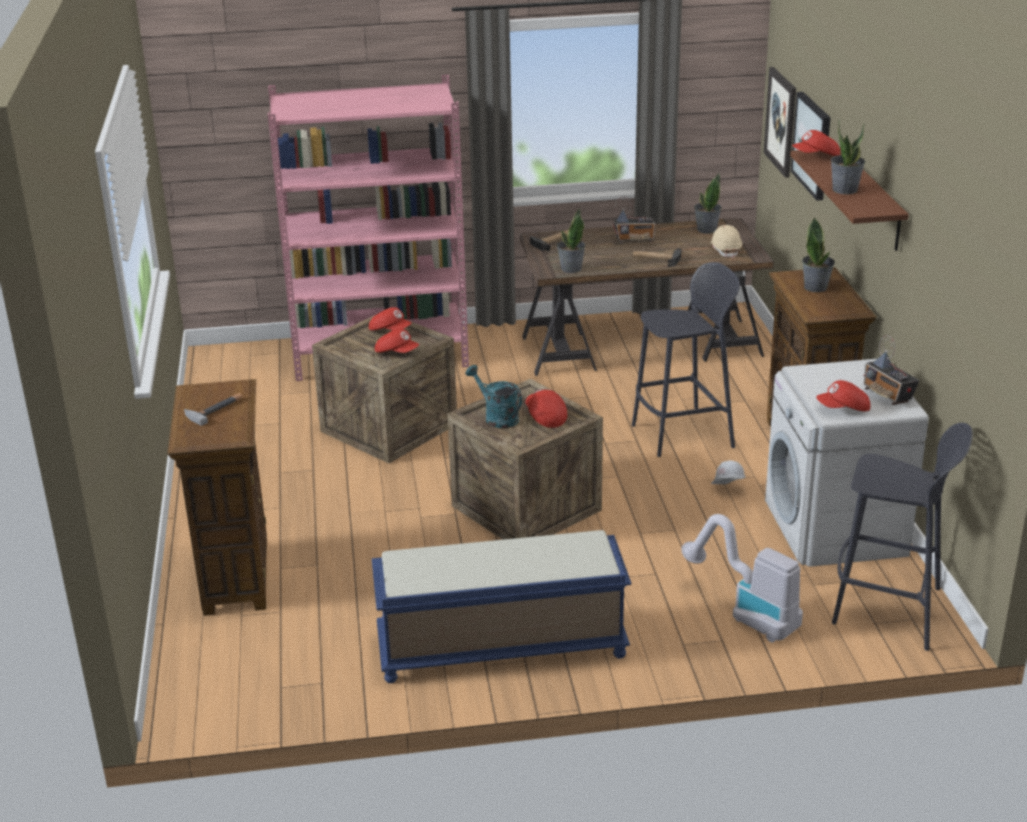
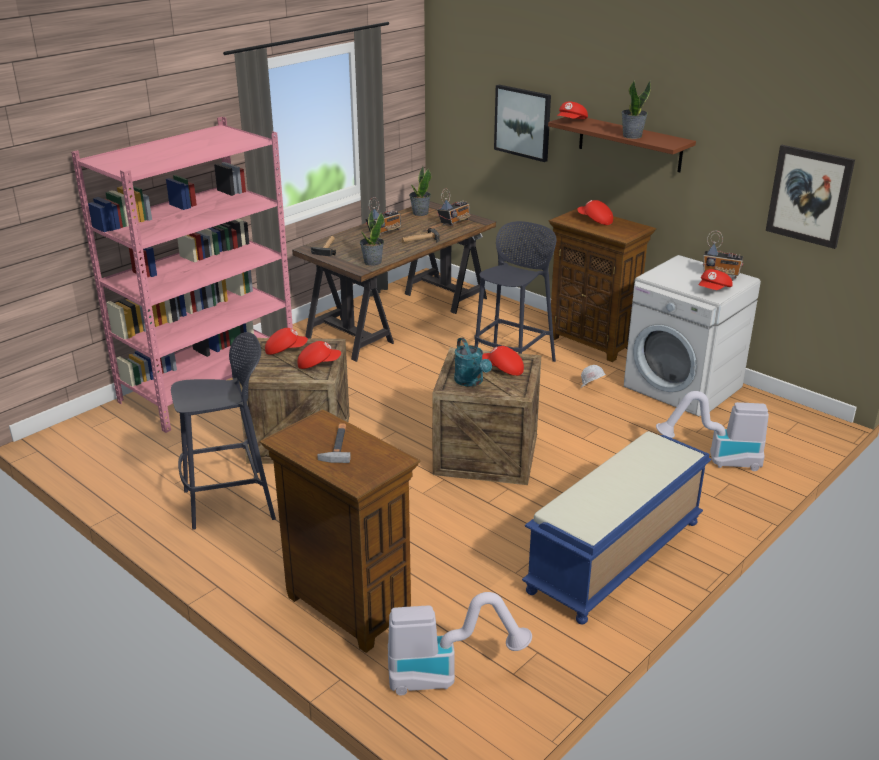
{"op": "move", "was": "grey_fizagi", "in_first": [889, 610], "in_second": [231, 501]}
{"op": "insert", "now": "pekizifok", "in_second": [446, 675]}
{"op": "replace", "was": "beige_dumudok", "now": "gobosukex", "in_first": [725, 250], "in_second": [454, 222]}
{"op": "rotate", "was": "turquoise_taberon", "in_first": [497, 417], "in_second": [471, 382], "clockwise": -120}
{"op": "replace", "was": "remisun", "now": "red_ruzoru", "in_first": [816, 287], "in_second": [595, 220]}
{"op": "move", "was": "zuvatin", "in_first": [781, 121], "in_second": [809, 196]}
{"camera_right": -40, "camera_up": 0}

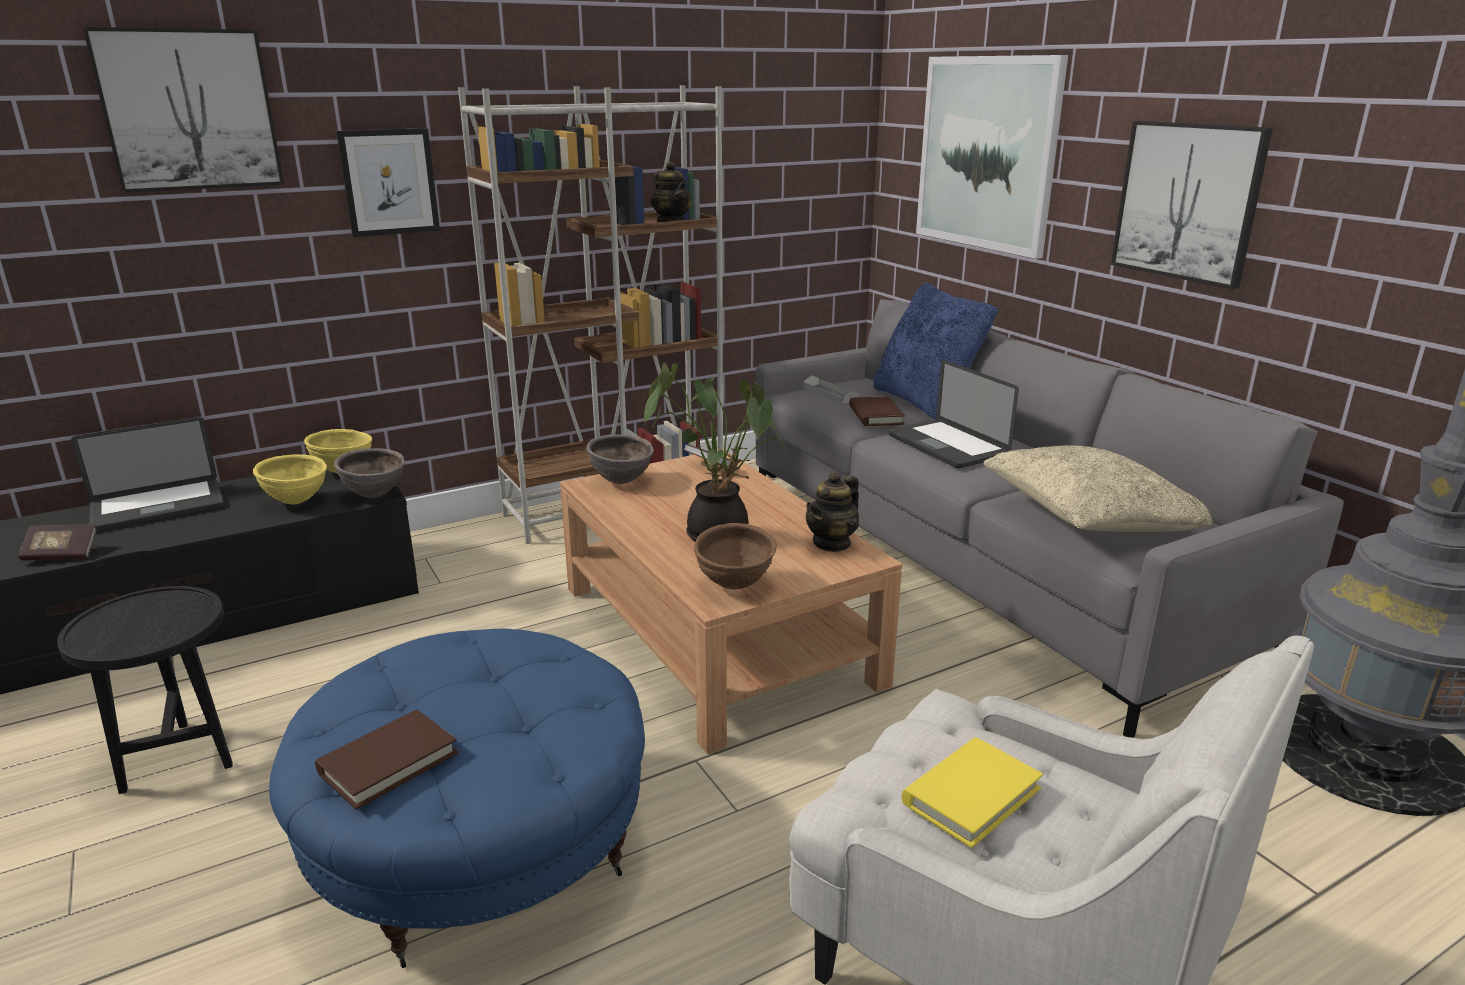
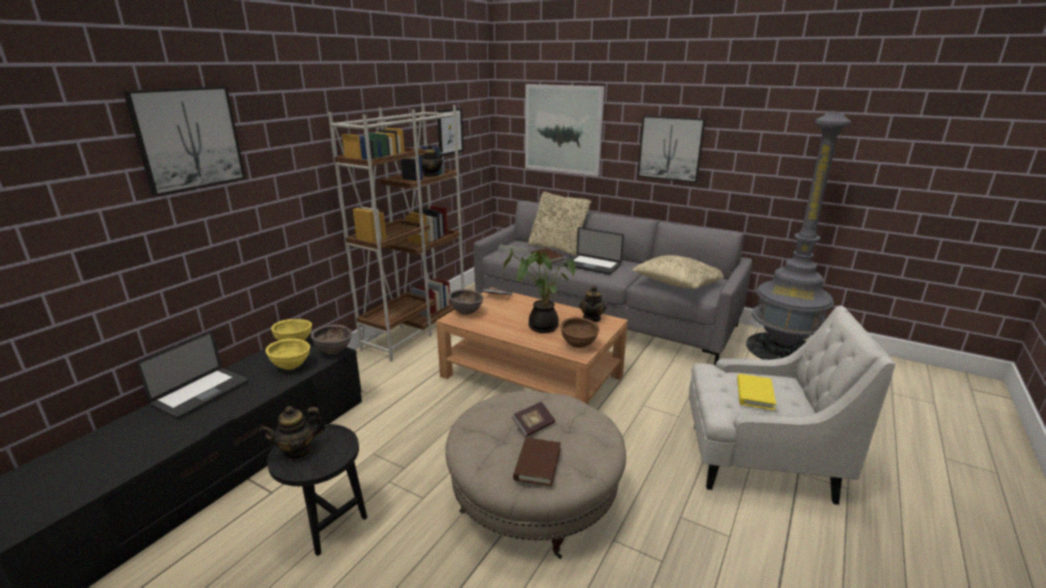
{"op": "insert", "now": "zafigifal", "in_second": [298, 451]}
{"op": "move", "was": "zuvatin", "in_first": [389, 182], "in_second": [450, 131]}
{"op": "recolor", "was": "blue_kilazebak", "now": "beige_kilazebak", "in_first": [480, 846], "in_second": [534, 499]}
{"op": "move", "was": "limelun", "in_first": [62, 554], "in_second": [533, 426]}
{"op": "recolor", "was": "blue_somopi", "now": "beige_somopi", "in_first": [925, 401], "in_second": [557, 247]}
{"camera_right": -30, "camera_up": 0}

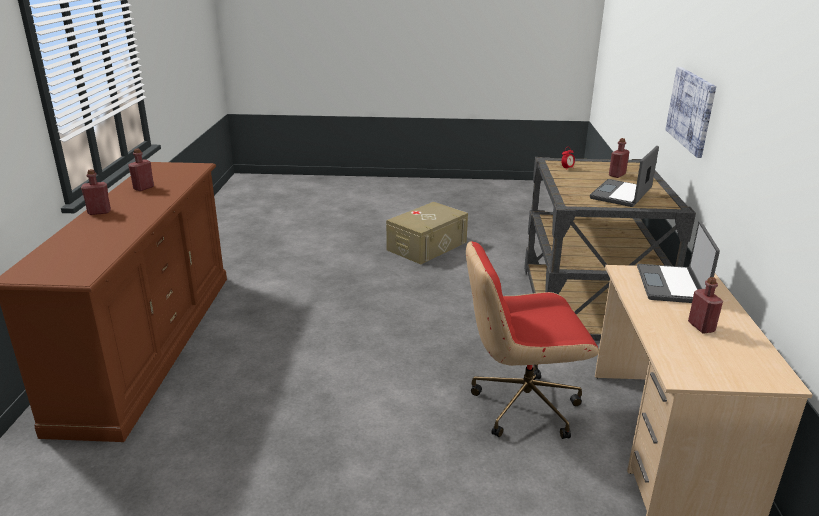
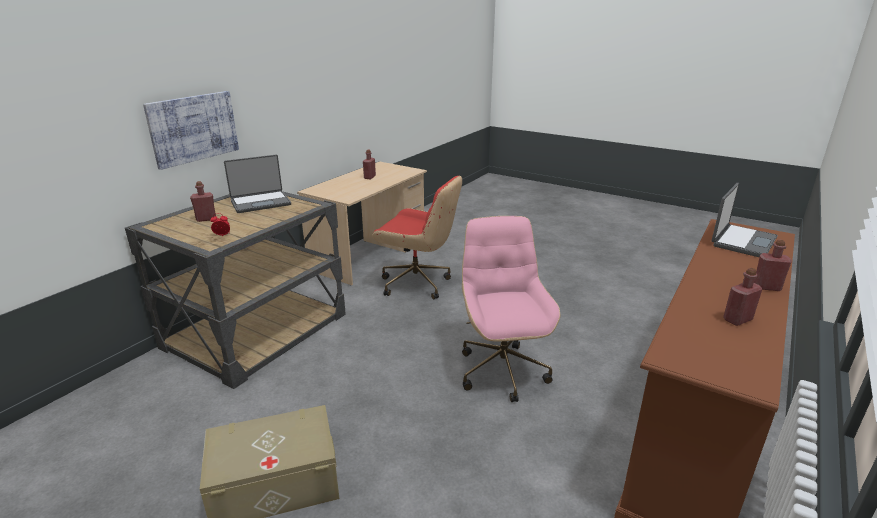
{"op": "insert", "now": "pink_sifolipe", "in_second": [501, 369]}
{"op": "move", "was": "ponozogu", "in_first": [672, 285], "in_second": [742, 241]}
{"camera_right": -150, "camera_up": 0}

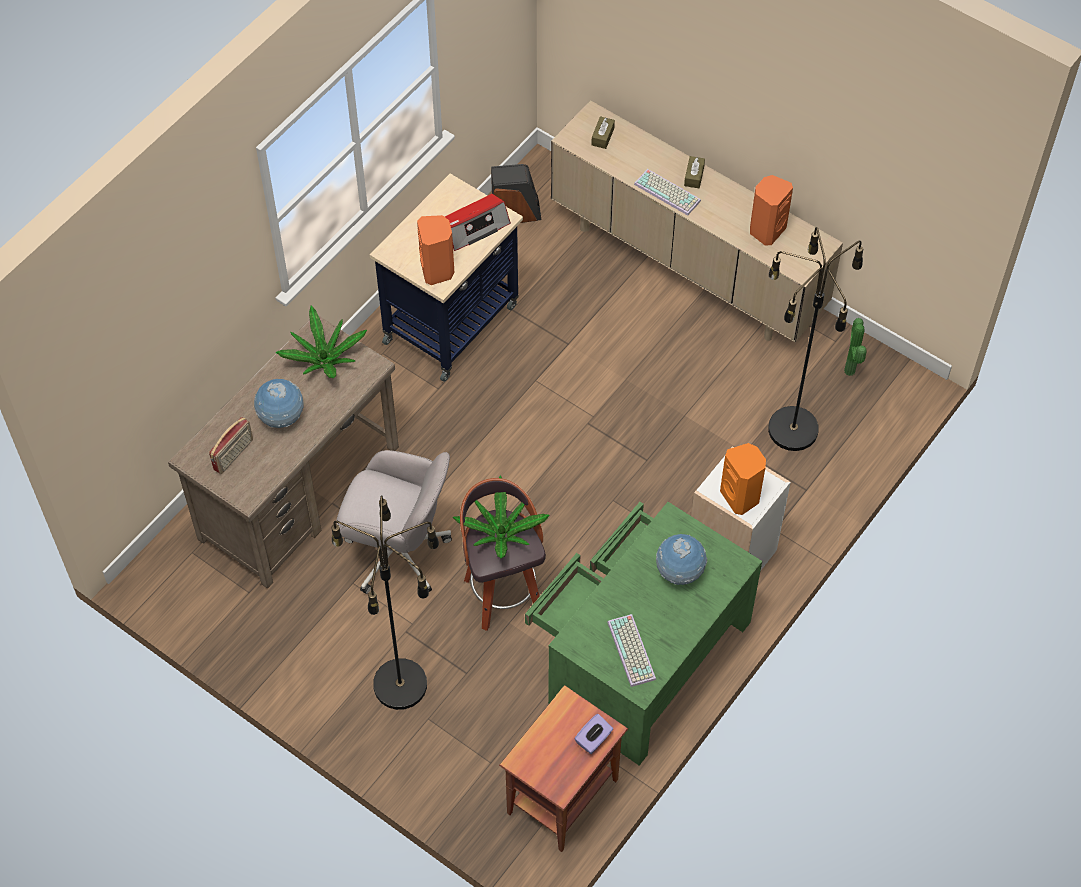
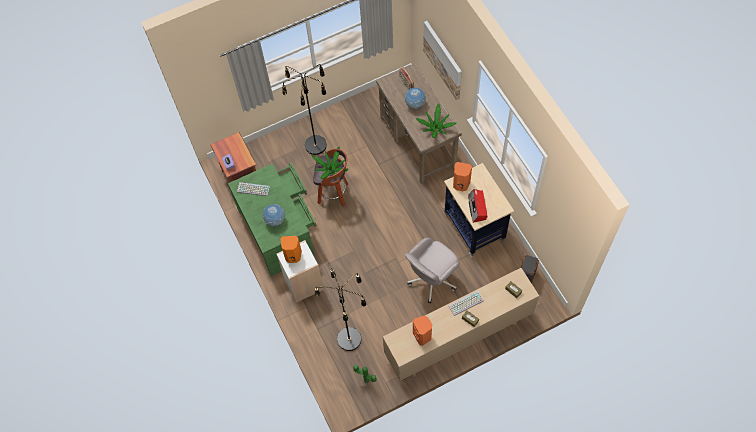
{"op": "move", "was": "grey_sifolipe", "in_first": [399, 554], "in_second": [431, 280]}
{"op": "insert", "now": "zuvatin", "in_second": [443, 59]}
{"camera_right": 120, "camera_up": 5}

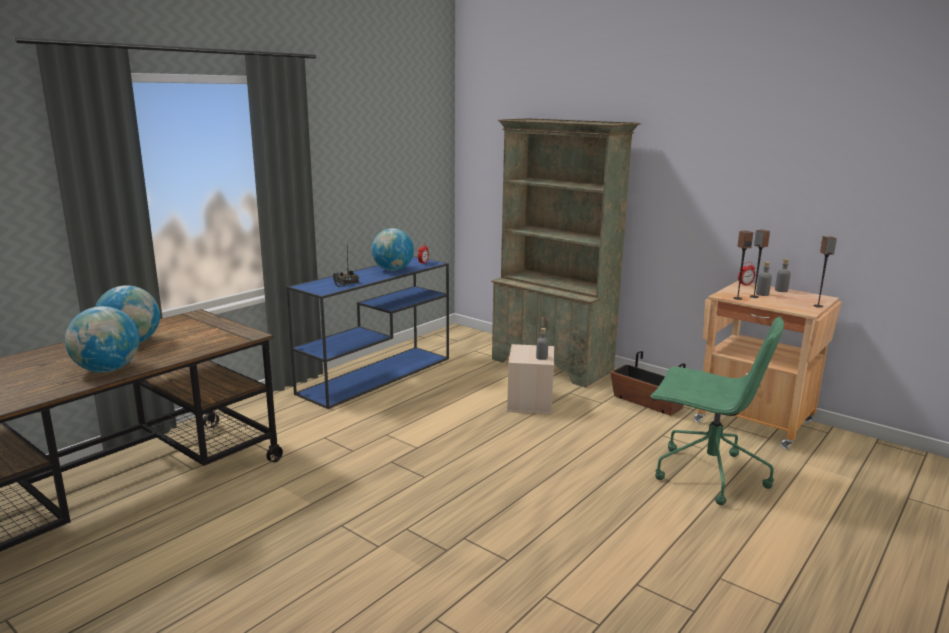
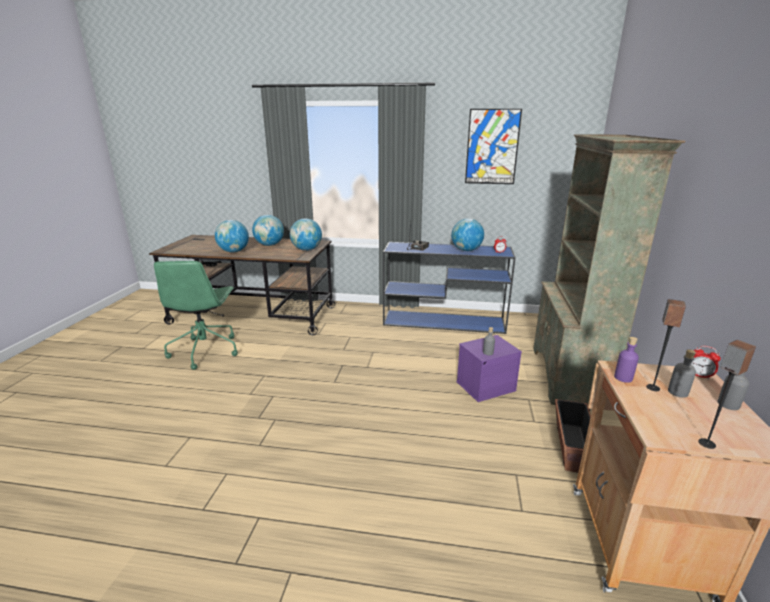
{"op": "move", "was": "green_sifolipe", "in_first": [704, 473], "in_second": [206, 350]}
{"op": "insert", "now": "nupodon", "in_second": [307, 250]}
{"op": "recolor", "was": "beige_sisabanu", "now": "purple_sisabanu", "in_first": [529, 401], "in_second": [486, 386]}
{"op": "insert", "now": "zuvatin", "in_second": [492, 147]}
{"op": "replace", "was": "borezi", "now": "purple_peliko", "in_first": [737, 298], "in_second": [623, 378]}
{"camera_right": 60, "camera_up": 5}

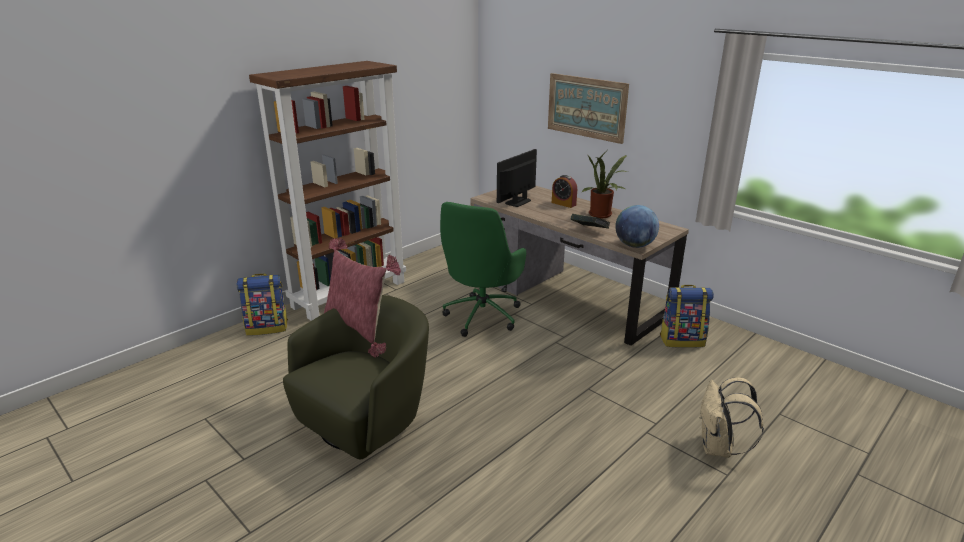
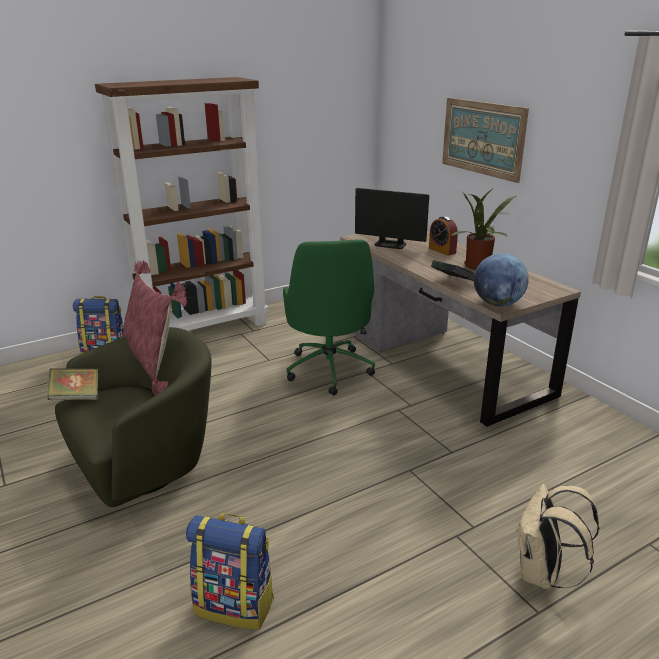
{"op": "insert", "now": "limelun", "in_second": [76, 397]}
{"op": "move", "was": "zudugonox", "in_first": [682, 340], "in_second": [235, 604]}
{"op": "rotate", "was": "green_sifolipe", "in_first": [482, 316], "in_second": [329, 370], "clockwise": -45}
{"op": "rotate", "was": "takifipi", "in_first": [518, 202], "in_second": [390, 244], "clockwise": -120}
{"camera_right": 15, "camera_up": 0}

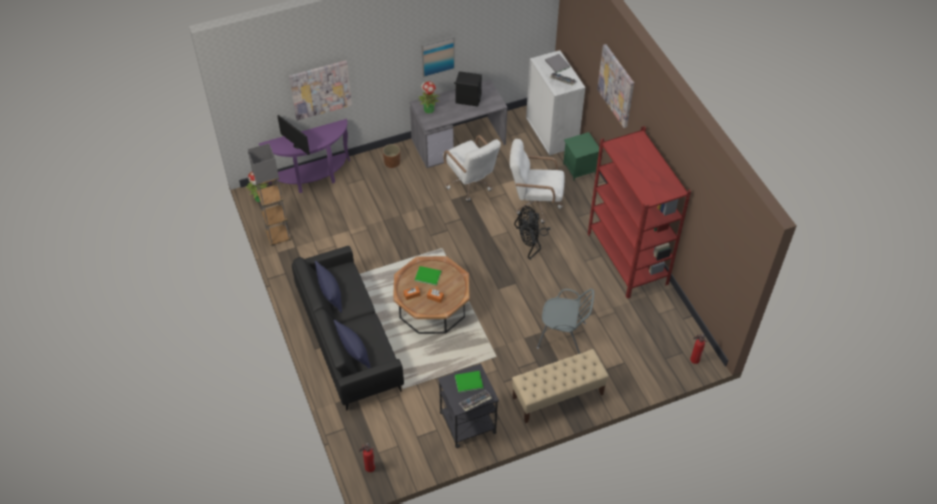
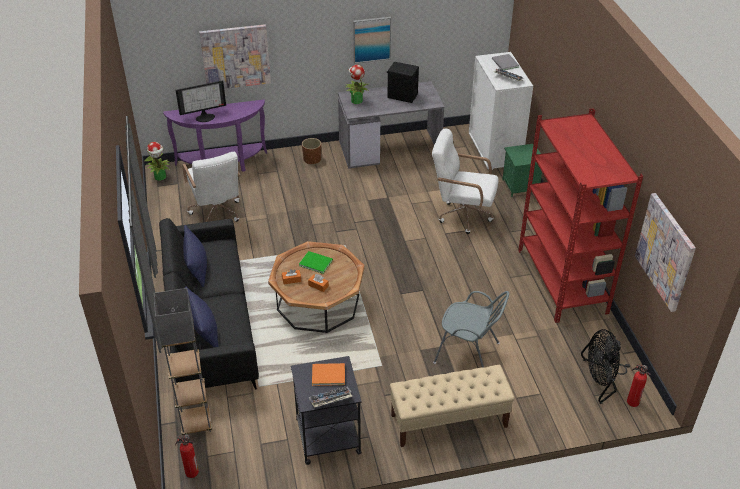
{"op": "move", "was": "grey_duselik", "in_first": [278, 237], "in_second": [196, 423]}
{"op": "rotate", "was": "takifipi", "in_first": [298, 144], "in_second": [205, 116], "clockwise": 105}
{"op": "move", "was": "white_sifolipe", "in_first": [470, 186], "in_second": [217, 214]}
{"op": "recolor", "was": "green_limelun", "now": "orange_limelun", "in_first": [468, 381], "in_second": [327, 374]}
{"op": "move", "was": "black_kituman", "in_first": [531, 240], "in_second": [602, 378]}
{"op": "move", "was": "zuvatin", "in_first": [616, 85], "in_second": [665, 251]}
{"camera_right": 10, "camera_up": -10}

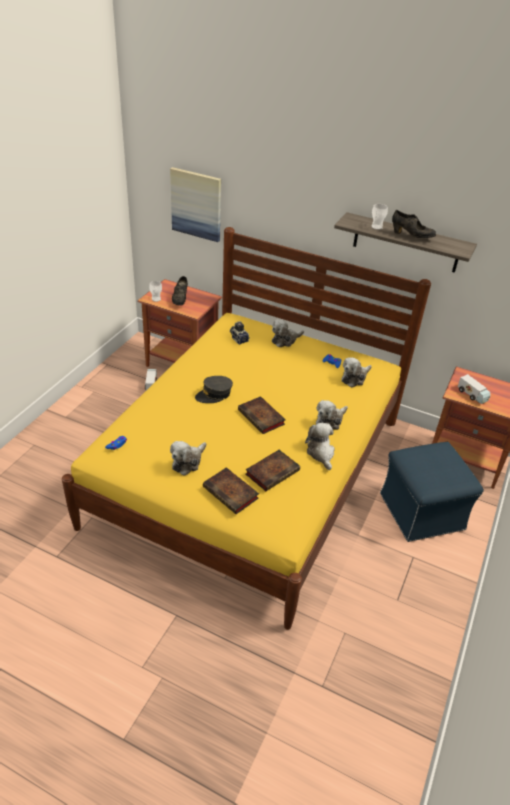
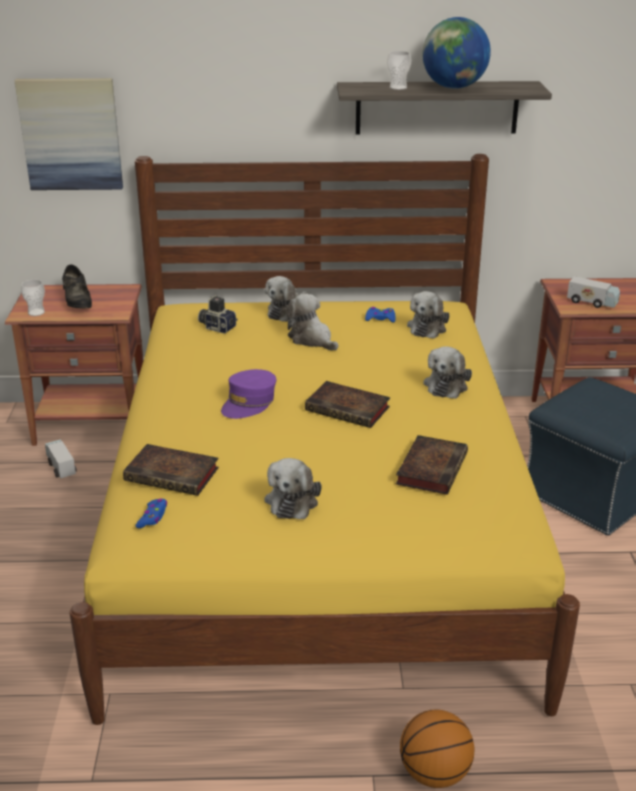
{"op": "move", "was": "limelun", "in_first": [232, 493], "in_second": [174, 475]}
{"op": "recolor", "was": "grey_ruzoru", "now": "purple_ruzoru", "in_first": [214, 394], "in_second": [249, 403]}
{"op": "move", "was": "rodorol", "in_first": [321, 453], "in_second": [312, 339]}
{"op": "insert", "now": "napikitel", "in_second": [435, 773]}
{"op": "replace", "was": "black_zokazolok", "now": "nupodon", "in_first": [411, 236], "in_second": [454, 88]}
{"camera_right": -25, "camera_up": -10}

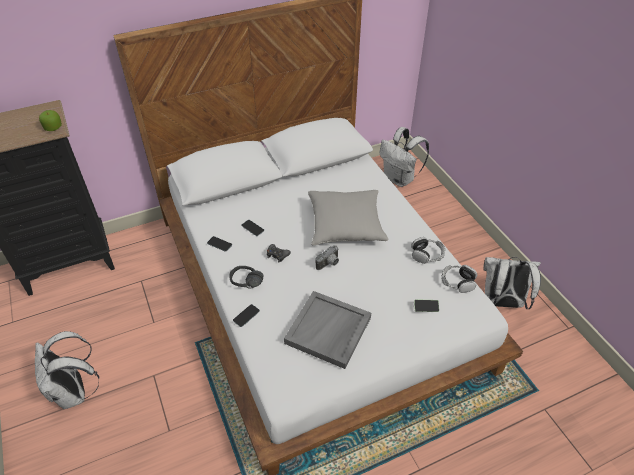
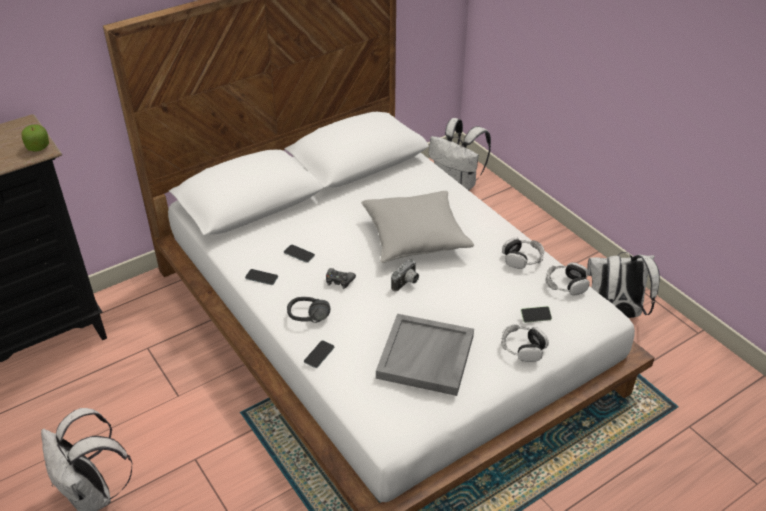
{"op": "insert", "now": "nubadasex", "in_second": [522, 348]}
{"camera_right": -10, "camera_up": -5}

